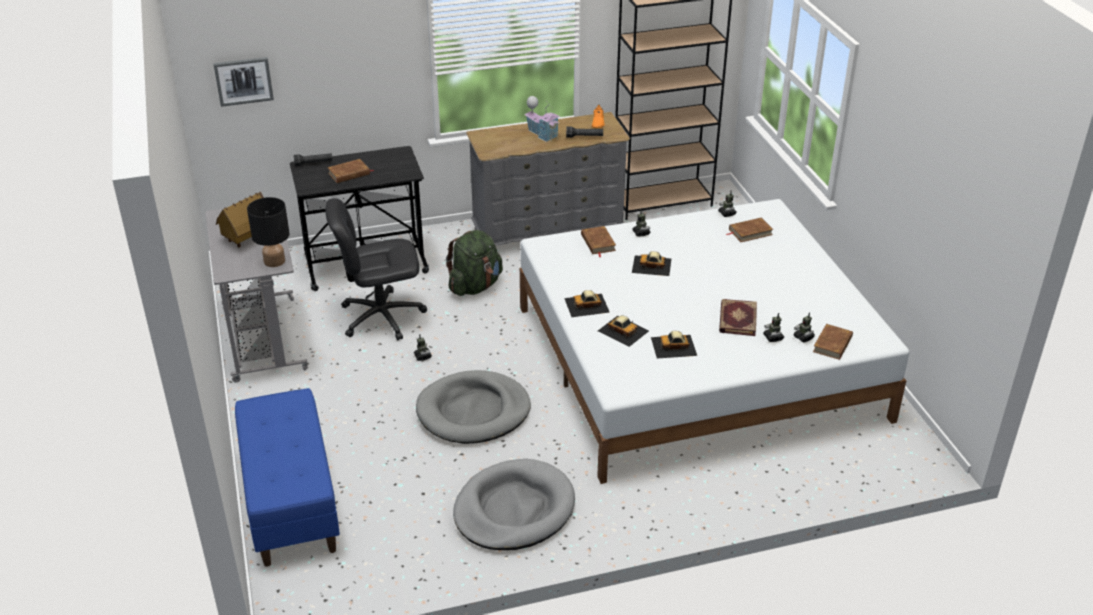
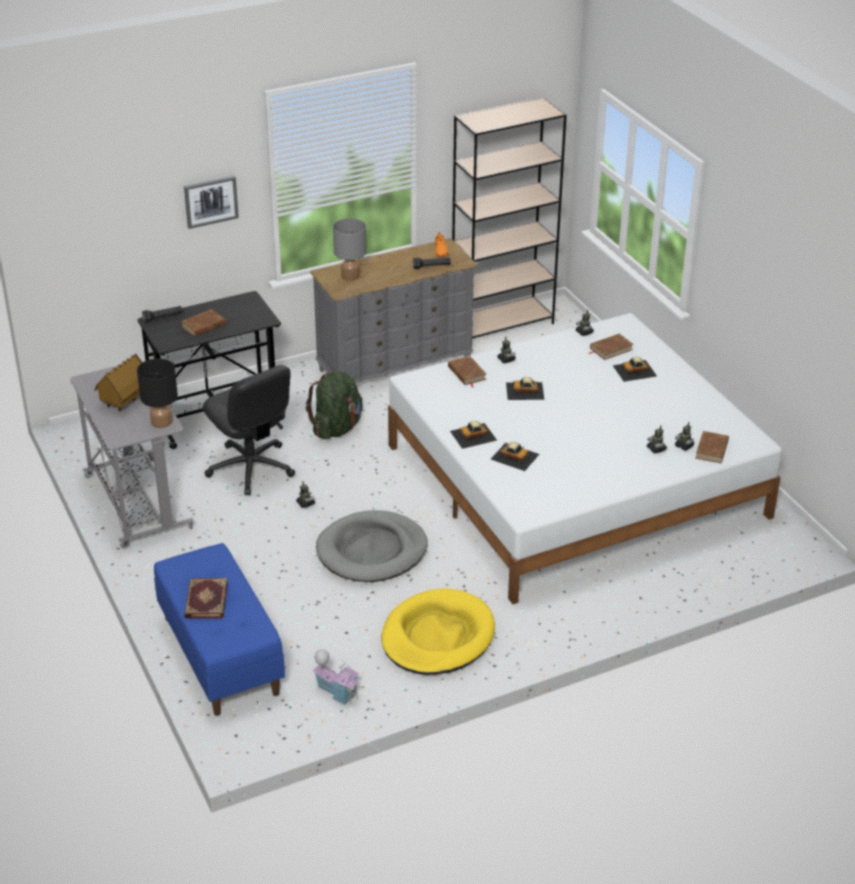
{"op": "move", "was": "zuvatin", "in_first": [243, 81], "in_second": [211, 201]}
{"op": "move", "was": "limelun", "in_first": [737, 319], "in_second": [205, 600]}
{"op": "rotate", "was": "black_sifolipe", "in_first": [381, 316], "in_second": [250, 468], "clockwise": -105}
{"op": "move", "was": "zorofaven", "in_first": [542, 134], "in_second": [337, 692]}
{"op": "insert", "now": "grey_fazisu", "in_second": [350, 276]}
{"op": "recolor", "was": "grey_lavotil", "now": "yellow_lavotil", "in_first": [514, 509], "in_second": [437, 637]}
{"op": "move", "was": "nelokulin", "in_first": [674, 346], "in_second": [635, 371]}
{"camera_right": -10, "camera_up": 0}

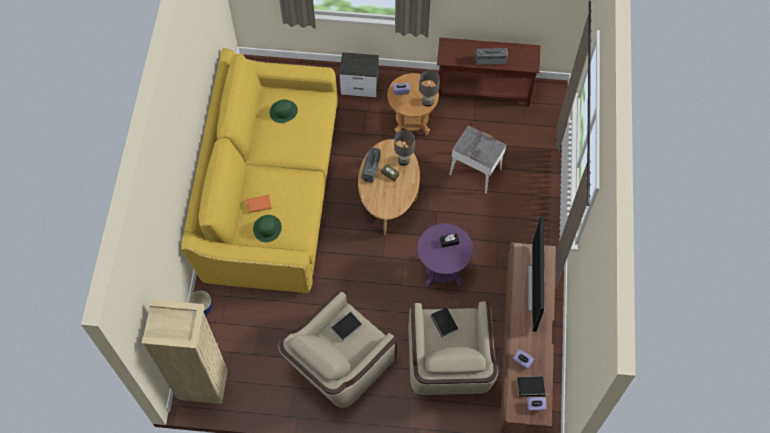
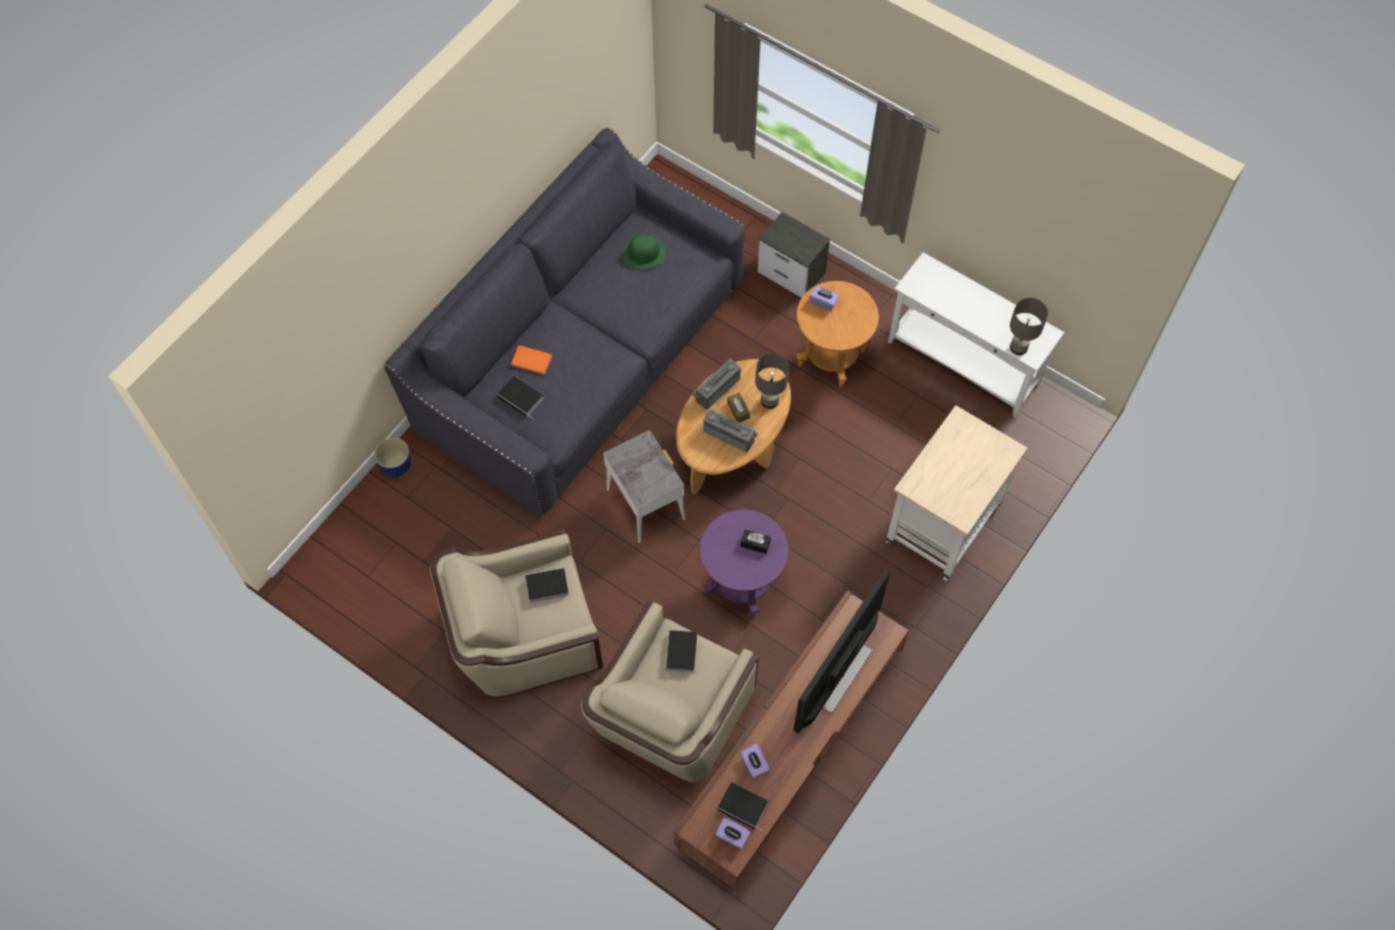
{"op": "recolor", "was": "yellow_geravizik", "now": "grey_geravizik", "in_first": [271, 191], "in_second": [581, 357]}
{"op": "replace", "was": "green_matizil", "now": "limelun", "in_first": [267, 228], "in_second": [522, 398]}
{"op": "move", "was": "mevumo", "in_first": [475, 171], "in_second": [646, 503]}
{"op": "move", "was": "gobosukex", "in_first": [490, 59], "in_second": [730, 434]}
{"op": "insert", "now": "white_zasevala", "in_second": [943, 526]}
{"op": "recolor", "was": "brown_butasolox", "now": "white_butasolox", "in_first": [484, 90], "in_second": [964, 362]}
{"op": "move", "was": "grey_fazisu", "in_first": [428, 101], "in_second": [1019, 347]}
{"op": "delete", "was": "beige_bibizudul", "in_first": [203, 384]}
{"camera_right": 30, "camera_up": 0}

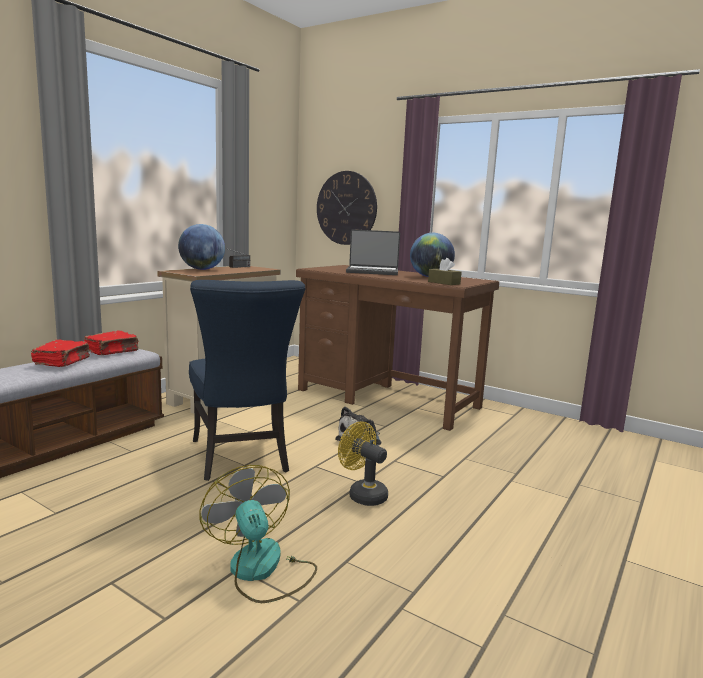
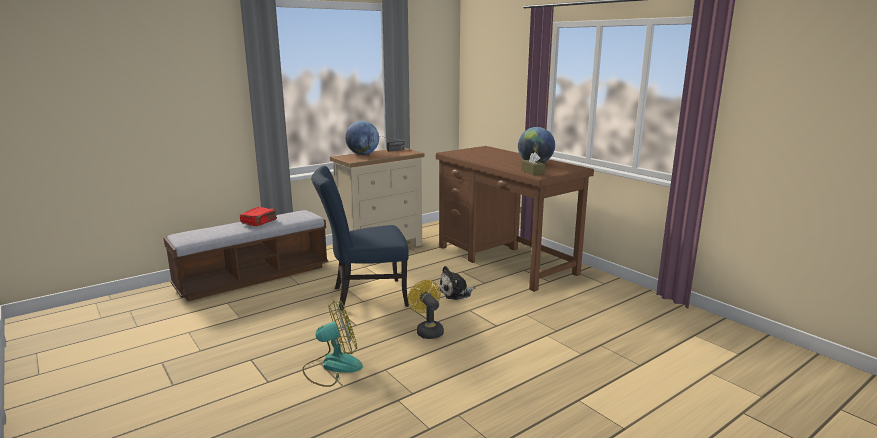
{"op": "rotate", "was": "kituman", "in_first": [261, 570], "in_second": [332, 366], "clockwise": 75}
{"op": "rotate", "was": "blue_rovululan", "in_first": [242, 458], "in_second": [364, 296], "clockwise": 75}
{"op": "delete", "was": "red_limelun", "in_first": [112, 351]}
{"op": "delete", "was": "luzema", "in_first": [346, 208]}
{"op": "delete", "was": "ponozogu", "in_first": [372, 272]}
{"camera_right": 20, "camera_up": 5}

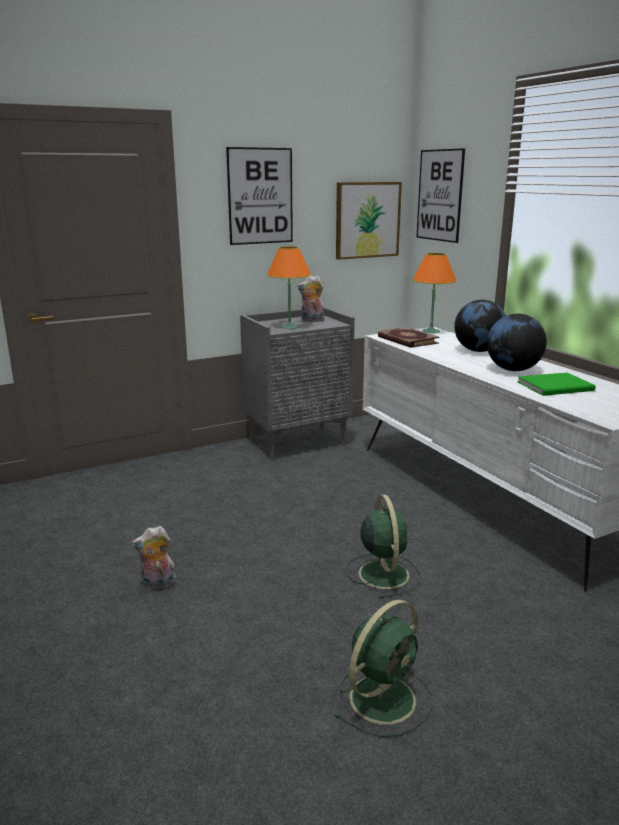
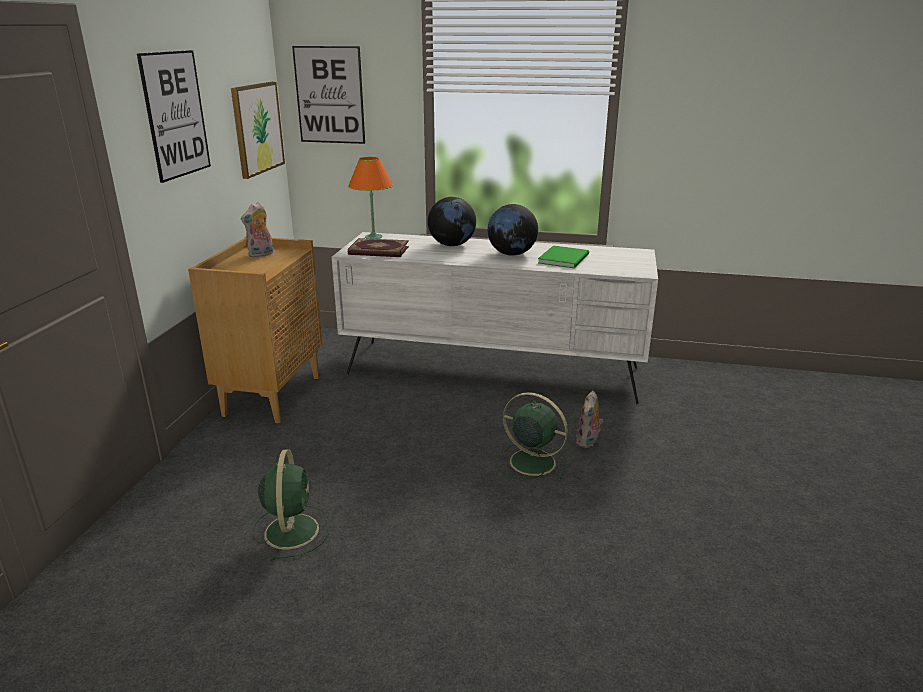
{"op": "recolor", "was": "grey_bibizudul", "now": "brown_bibizudul", "in_first": [298, 442], "in_second": [273, 395]}
{"op": "move", "was": "green_kituman", "in_first": [384, 697], "in_second": [292, 529]}
{"op": "move", "was": "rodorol", "in_first": [157, 584], "in_second": [588, 442]}
{"op": "delete", "was": "orange_fazisu", "in_first": [289, 327]}
{"camera_right": -50, "camera_up": 5}

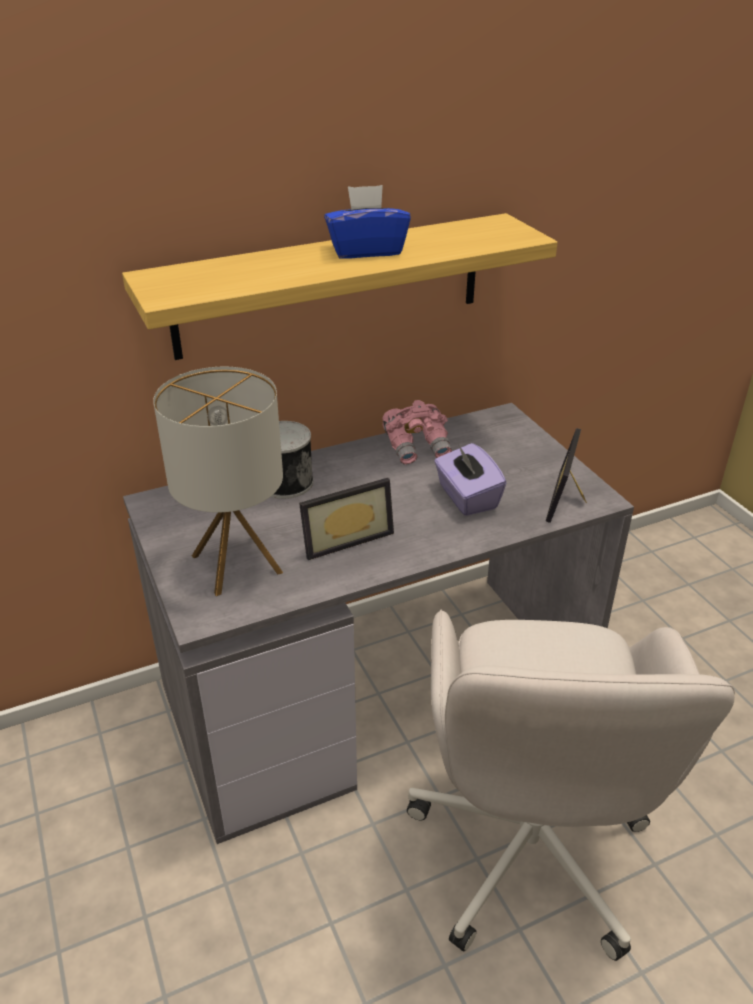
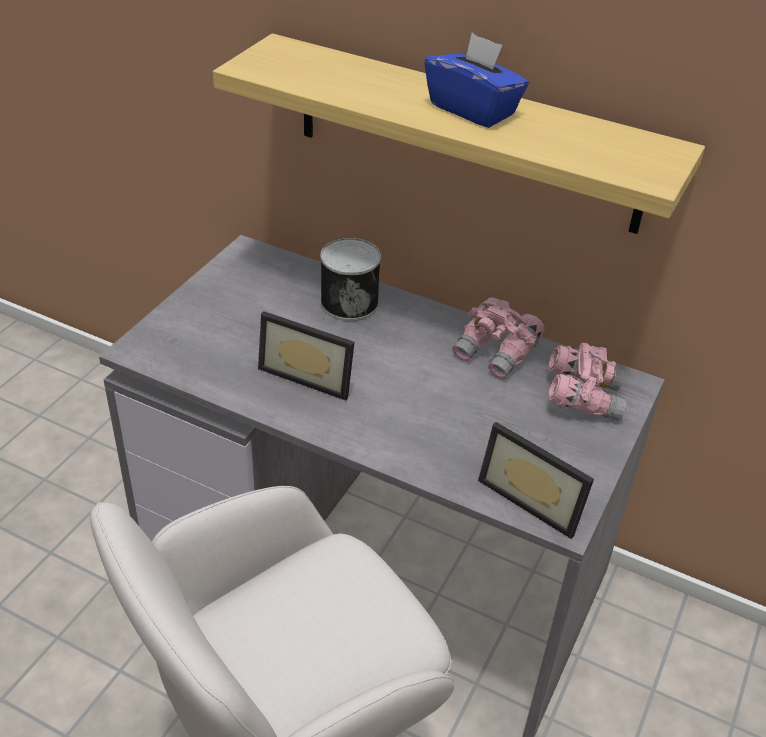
{"op": "rotate", "was": "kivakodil", "in_first": [569, 499], "in_second": [534, 497], "clockwise": -120}
{"op": "insert", "now": "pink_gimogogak", "in_second": [582, 398]}
{"op": "delete", "was": "fazisu", "in_first": [237, 564]}
{"op": "delete", "was": "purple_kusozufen", "in_first": [466, 497]}
{"camera_right": 50, "camera_up": 5}

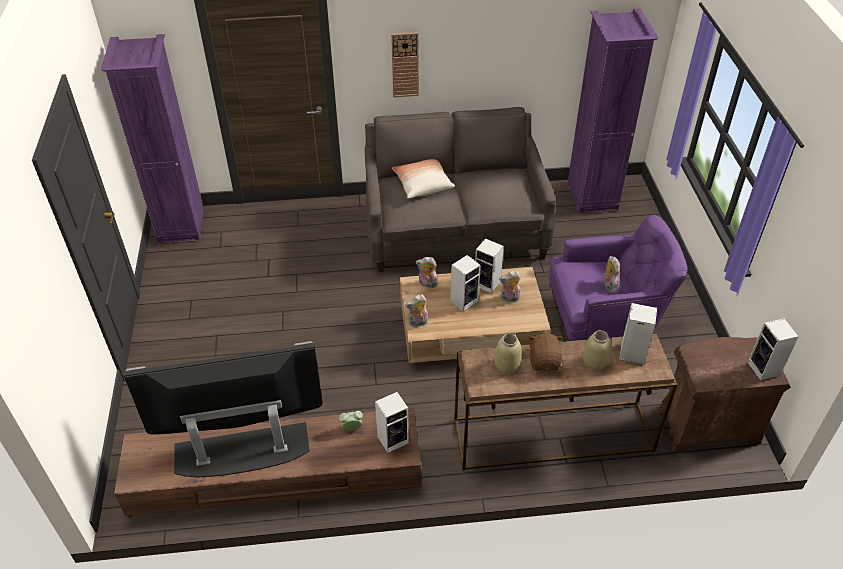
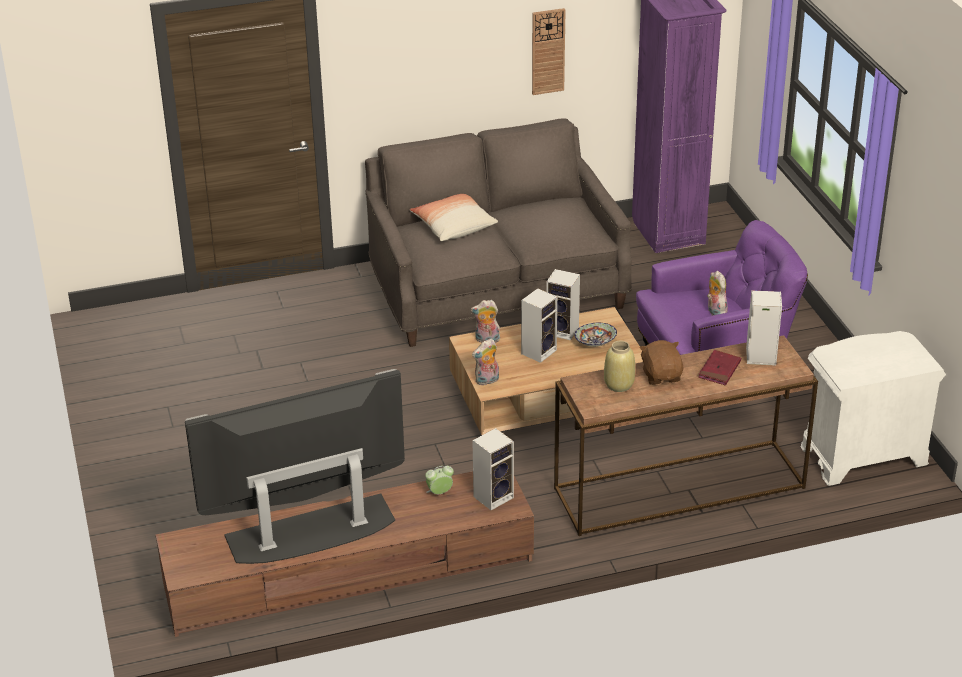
{"op": "move", "was": "luzema", "in_first": [405, 65], "in_second": [548, 51]}
{"op": "replace", "was": "rodorol", "now": "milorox", "in_first": [509, 299], "in_second": [595, 343]}
{"op": "replace", "was": "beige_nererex", "now": "red_limelun", "in_first": [594, 362], "in_second": [719, 370]}
{"op": "recolor", "was": "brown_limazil", "now": "white_limazil", "in_first": [705, 422], "in_second": [860, 452]}
{"op": "delete", "was": "purple_bibizudul", "in_first": [181, 225]}
{"op": "delete", "was": "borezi", "in_first": [764, 369]}
{"camera_right": -10, "camera_up": -10}

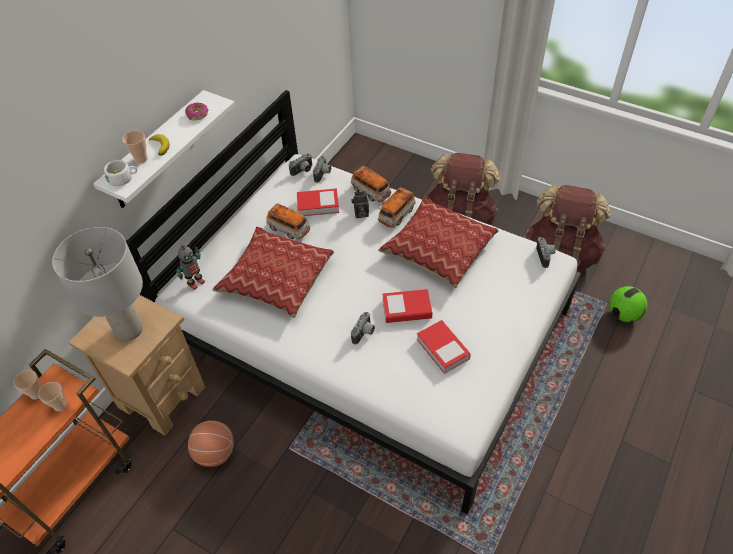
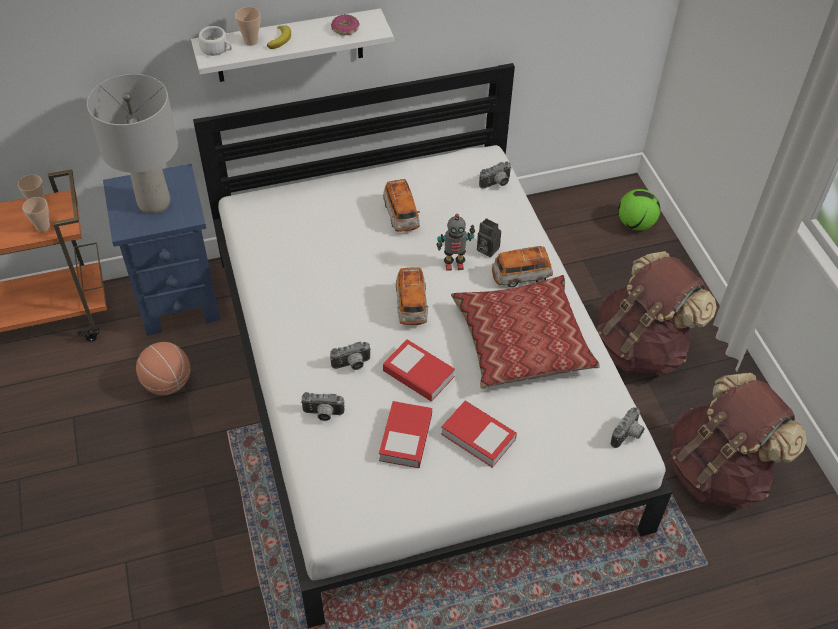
{"op": "recolor", "was": "beige_limazil", "now": "blue_limazil", "in_first": [163, 397], "in_second": [180, 301]}
{"op": "move", "was": "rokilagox", "in_first": [303, 171], "in_second": [323, 414]}
{"op": "move", "was": "nelokulin", "in_first": [371, 192], "in_second": [411, 305]}
{"op": "move", "was": "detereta", "in_first": [196, 283], "in_second": [454, 264]}
{"op": "move", "was": "limelun", "in_first": [318, 205], "in_second": [478, 437]}
{"op": "move", "was": "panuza", "in_first": [623, 314], "in_second": [635, 224]}
{"op": "delete", "was": "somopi", "in_first": [276, 278]}
{"camera_right": 40, "camera_up": 0}

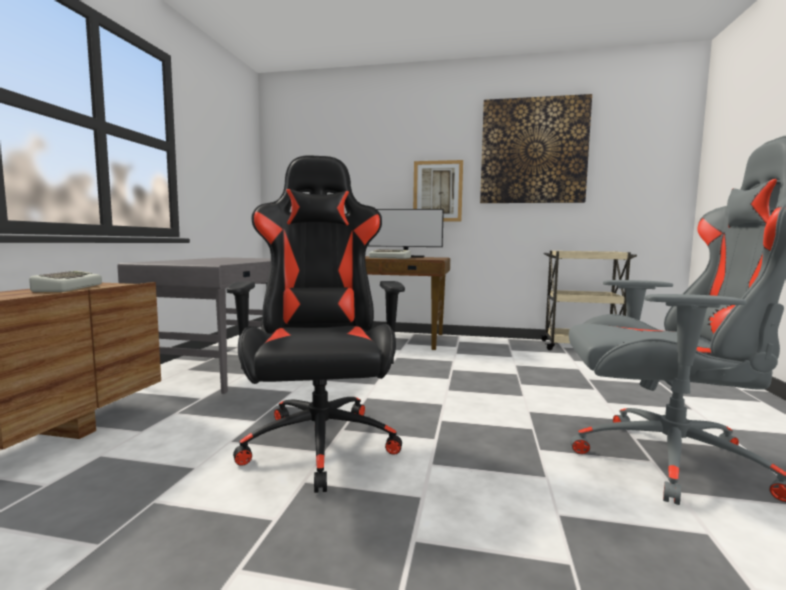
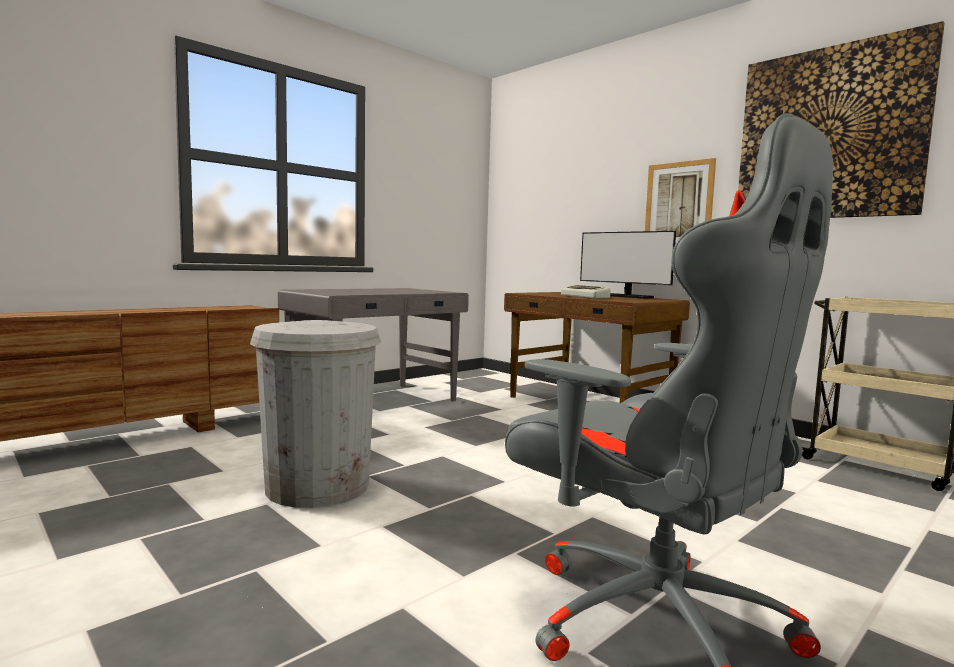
{"op": "replace", "was": "black_sifolipe", "now": "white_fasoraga", "in_first": [320, 451], "in_second": [318, 486]}
{"op": "delete", "was": "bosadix", "in_first": [67, 288]}
{"camera_right": 35, "camera_up": 0}

